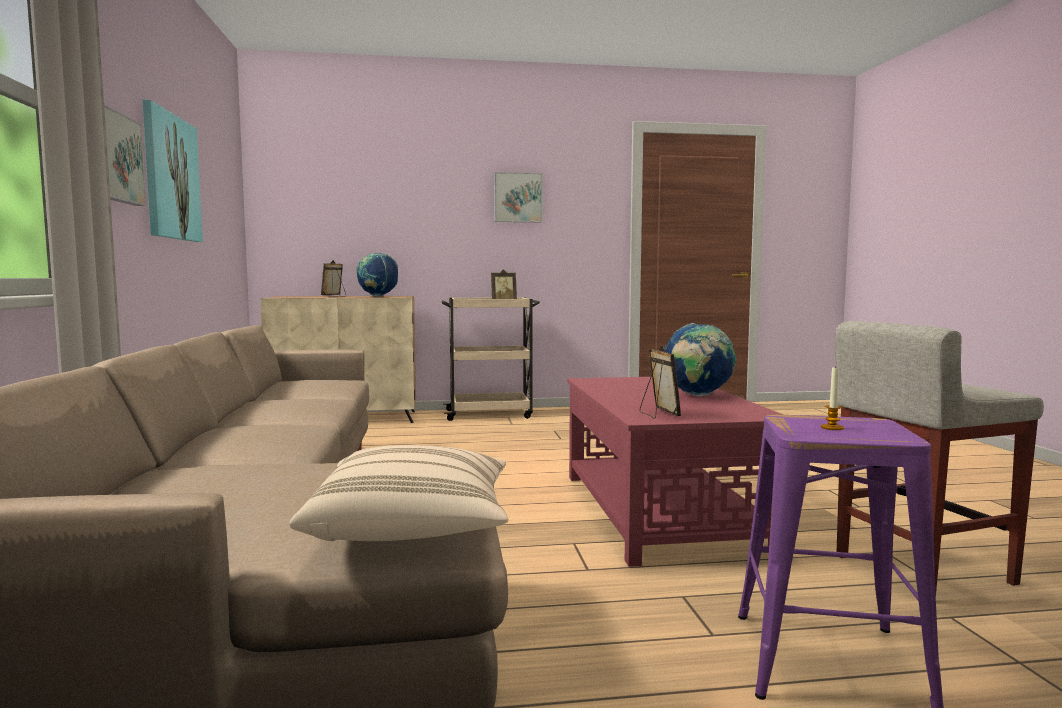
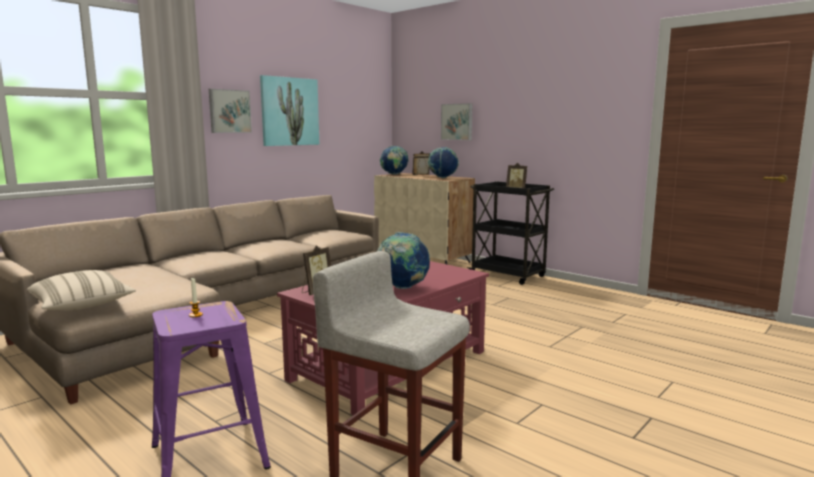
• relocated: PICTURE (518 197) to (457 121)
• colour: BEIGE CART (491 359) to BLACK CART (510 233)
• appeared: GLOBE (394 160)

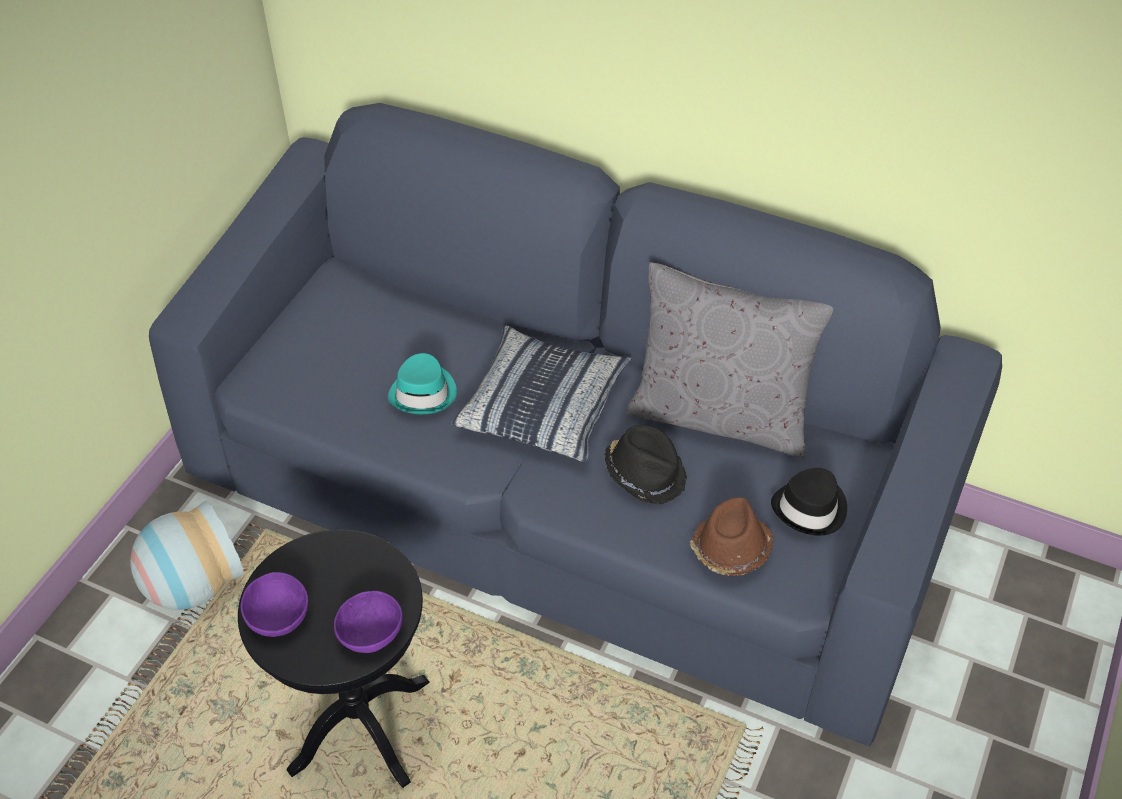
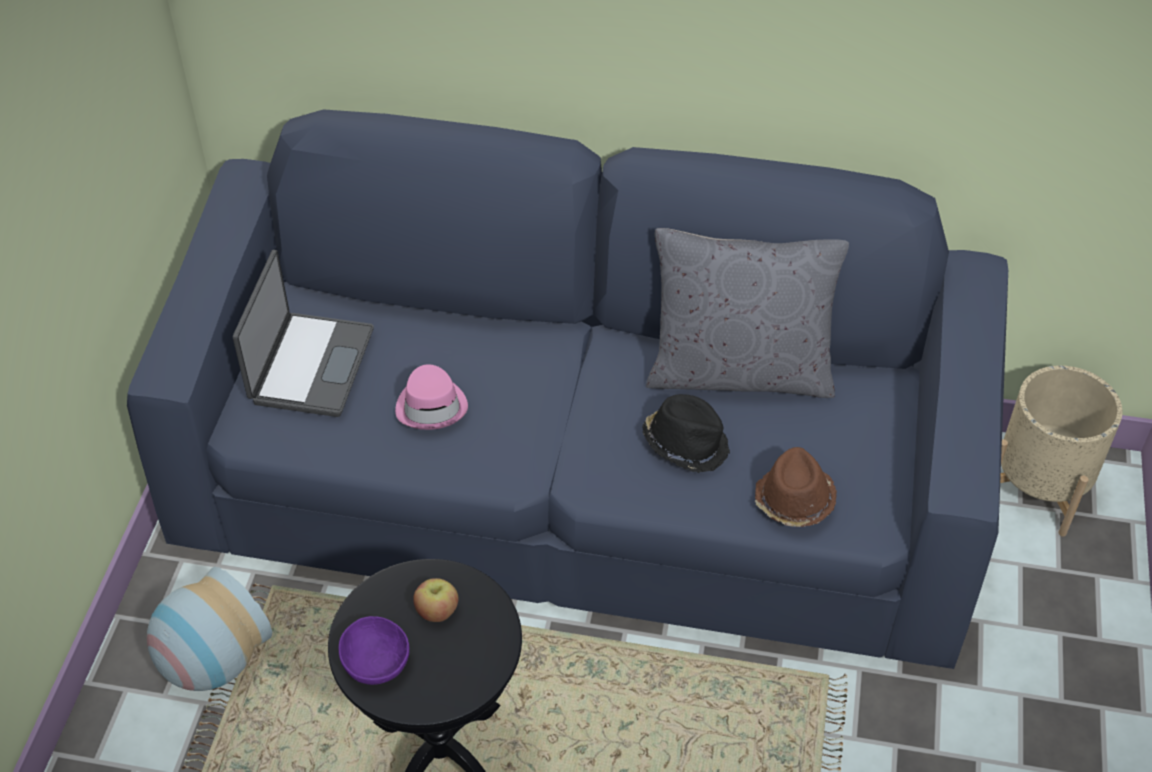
• missing: PILLOW (541 393)
• colour: TURQUOISE HAT (422 383) to PINK HAT (431 397)
• missing: BLACK HAT (809 502)
• missing: PURPLE BOWL (368 622)
• appeared: LAPTOP (303 333)
• appeared: BEIGE PLANTER (1061 451)
• appeared: APPLE (435 600)

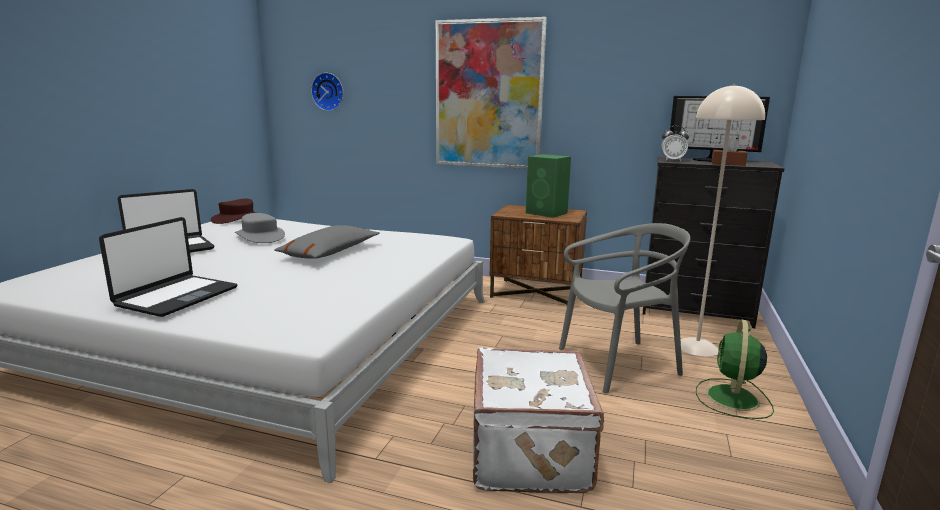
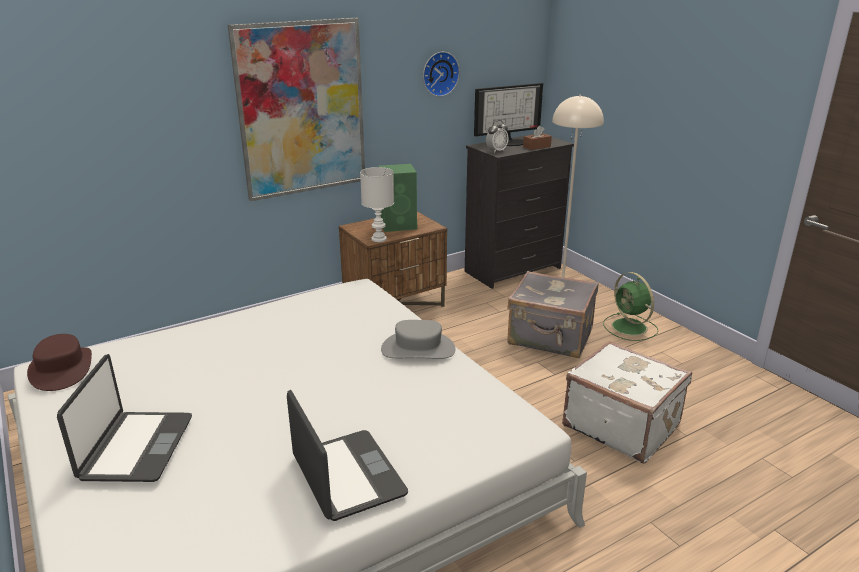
• relocated: WALL CLOCK (327 91) to (441 74)
• relocated: GREY HAT (260 228) to (418 339)
• exchanged: GREY CHAIR (624 308) to GREY SUITCASE (552 314)
• missing: GREY PILLOW (327 242)
• appeared: WHITE TABLE LAMP (377 204)

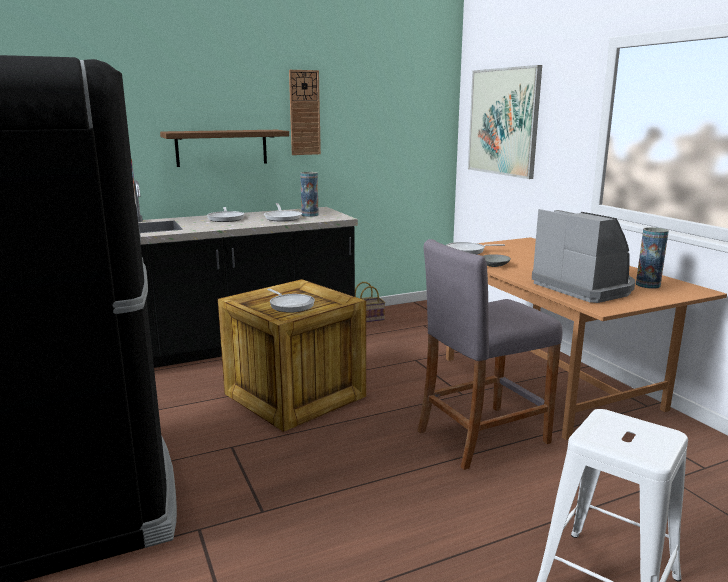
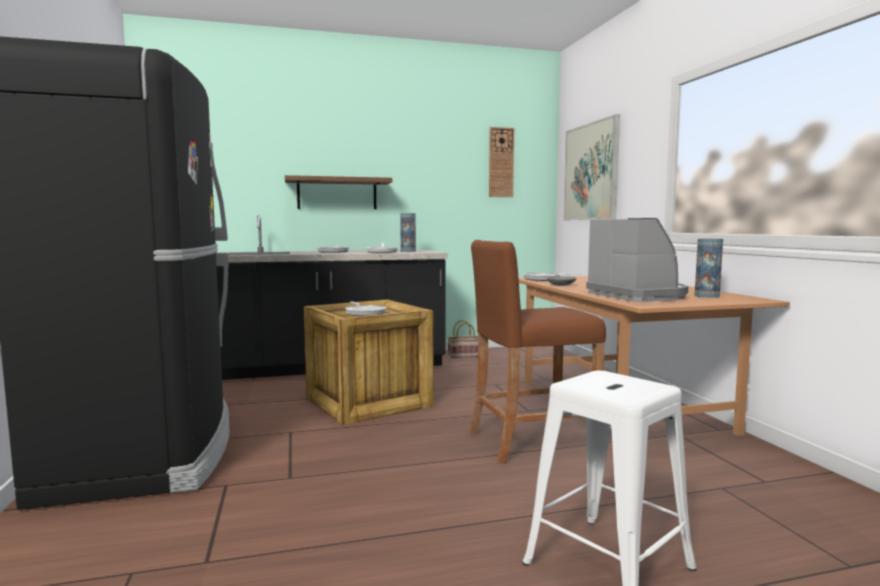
• relocated: WALL CLOCK (305 112) to (501 162)
• colour: GREY STOOL (490 354) to BROWN STOOL (537 352)

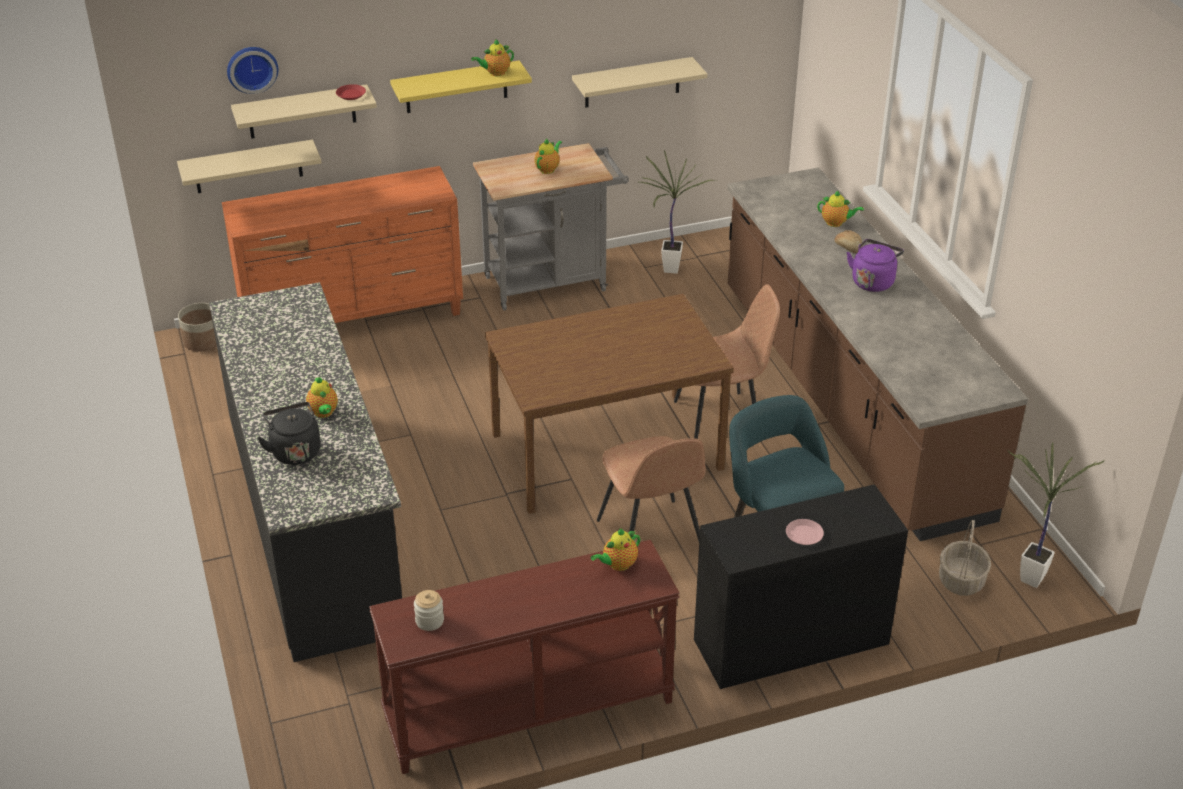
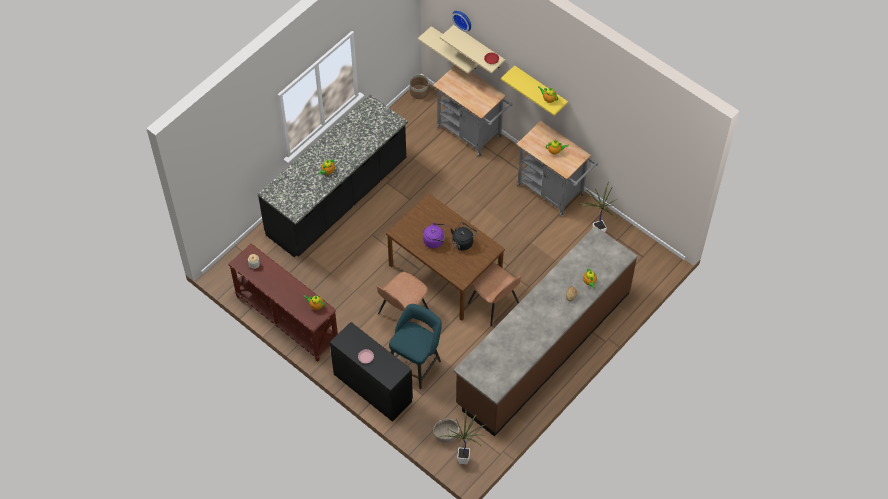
• missing: BEIGE SHELF (639 82)
• exchanged: ORANGE DRESSER (342 244) to GREY CART (473 111)
• relocated: PURPLE KETTLE (875 265) to (434 235)
• relocated: BLACK KETTLE (289 433) to (463 236)

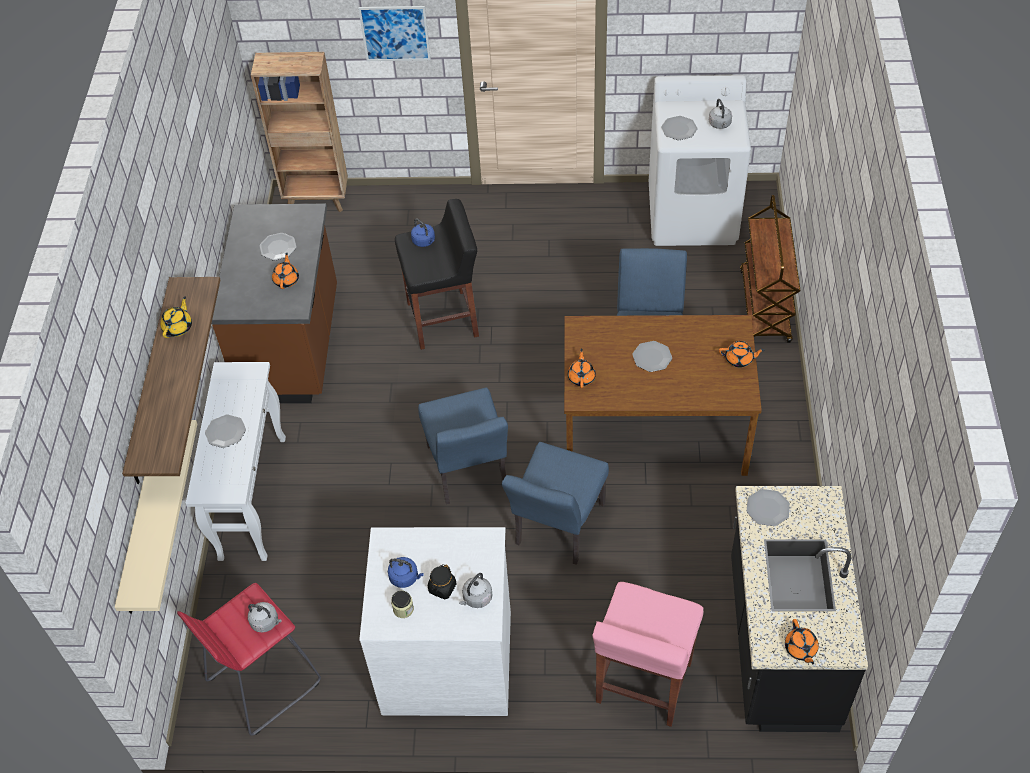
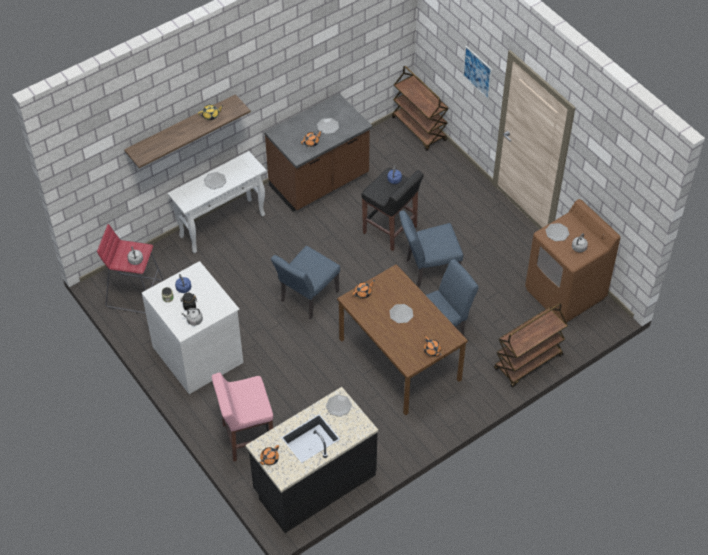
• exchanged: BROWN BOOKCASE (299 132) to BROWN CART (420 108)
• colour: WHITE WASHING MACHINE (700 160) to BROWN WASHING MACHINE (573 261)
• missing: BEIGE SHELF (156 517)
• relocated: BLUE CHAIR (555 503) to (431 249)

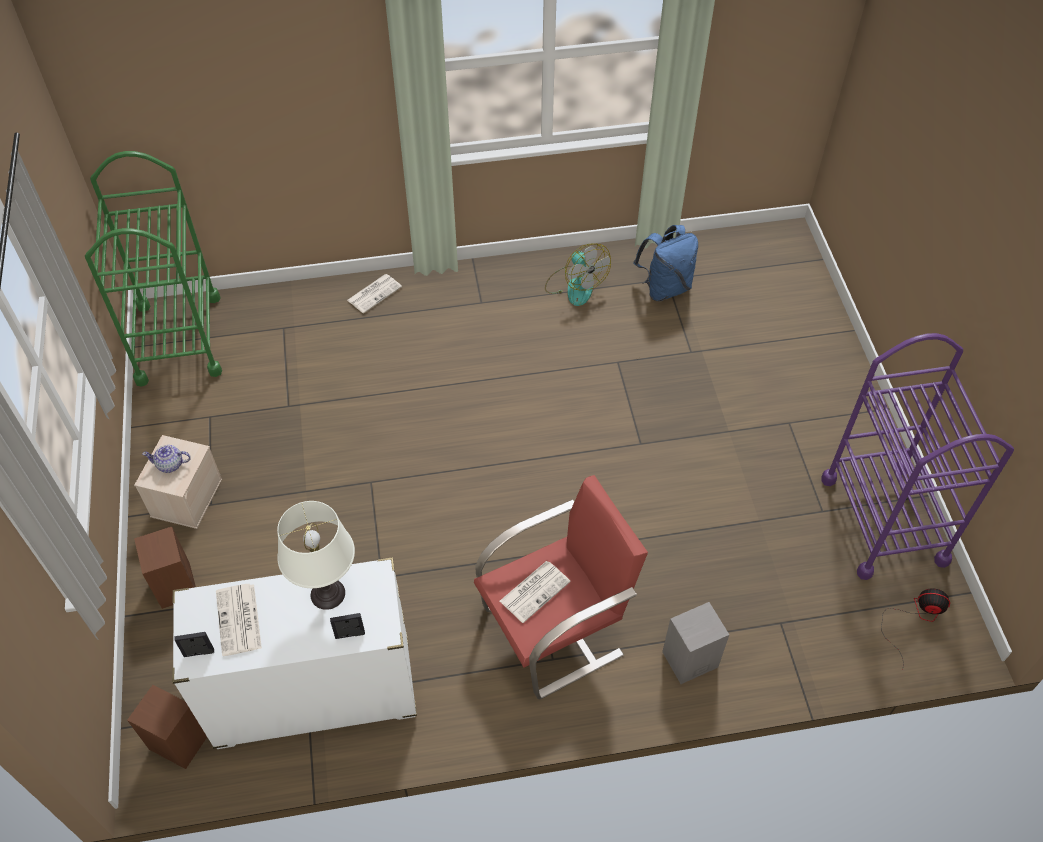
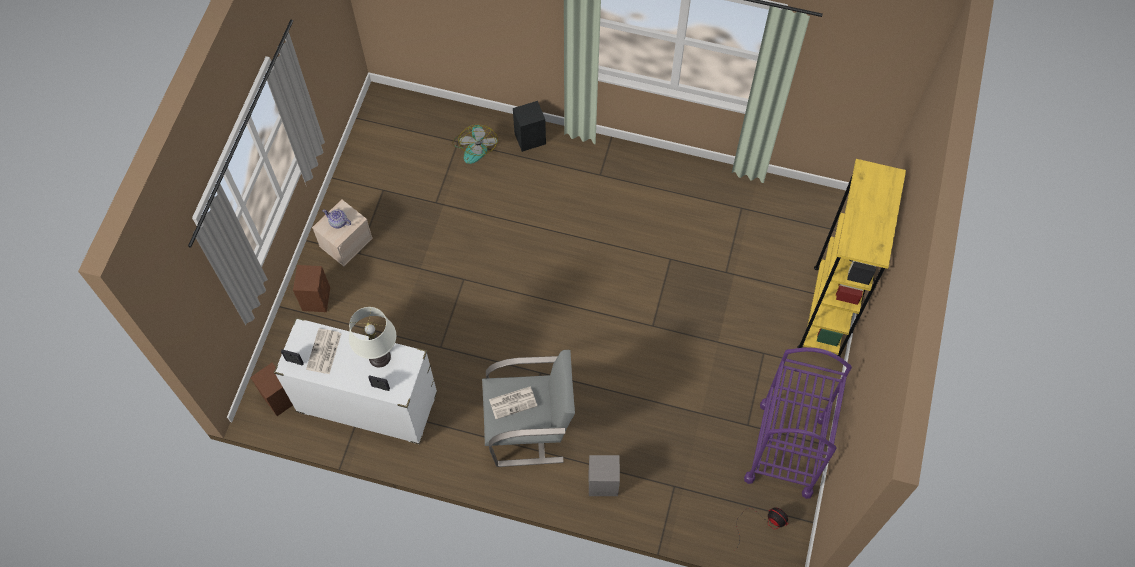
• missing: GREEN CART (153 269)
• missing: BLUE BACKPACK (665 263)
• relocated: FAN (578 274) to (475 144)
• exchanged: NEWSPAPER (374 293) to BLACK SPEAKER (529 126)
• colour: RED ARMCHAIR (561 587) to GREY ARMCHAIR (528 408)
• appeared: YELLOW BOOKCASE (851 258)

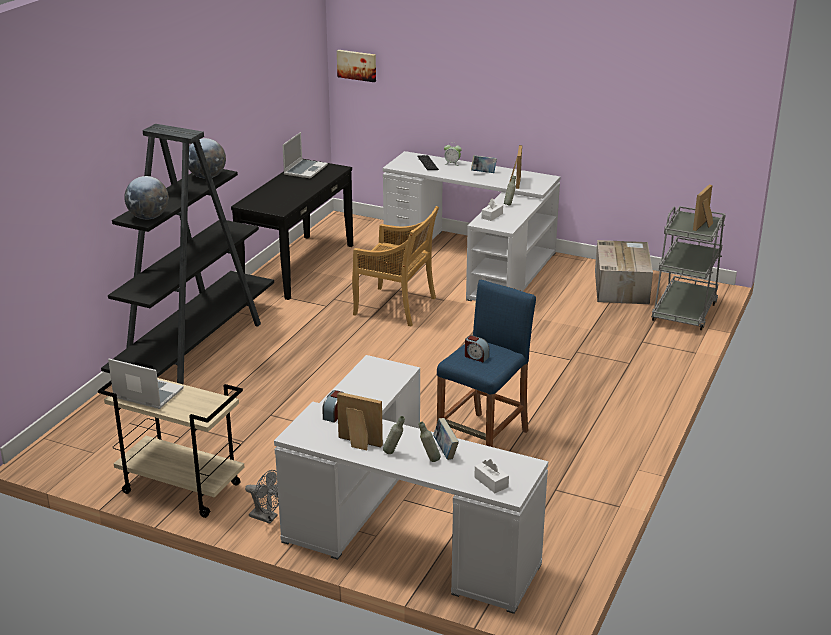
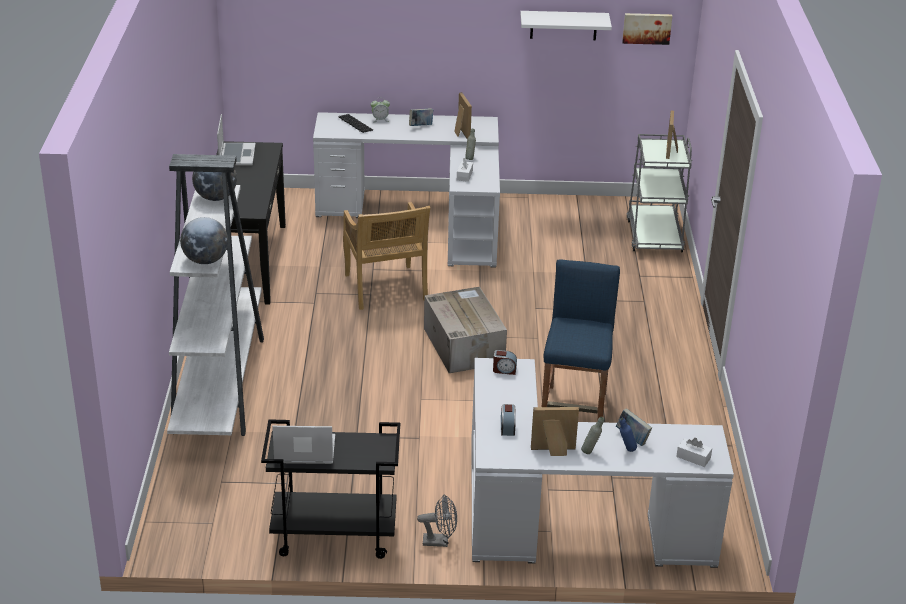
• relocated: PICTURE (356 66) to (647 29)
• colour: BLACK BOOKCASE (187 254) to WHITE BOOKCASE (215 295)
• spun: BEIGE CHAIR (395 266) = (386 256) 75 degrees clockwise
• relocated: CARDBOARD BOX (624 272) to (465 330)
• relocated: ALARM CLOCK (477 348) to (505 362)
• colour: BEIGE CART (171 439) to BLACK CART (330 489)
• colour: GREY BOTTLE (430 442) to BLUE BOTTLE (628 435)
• appeared: WHITE SHELF (566 25)

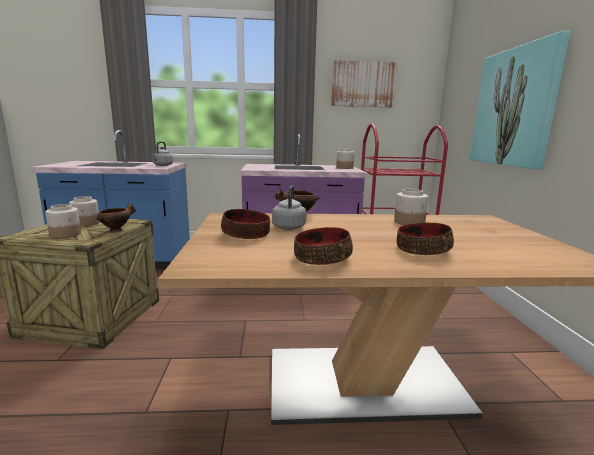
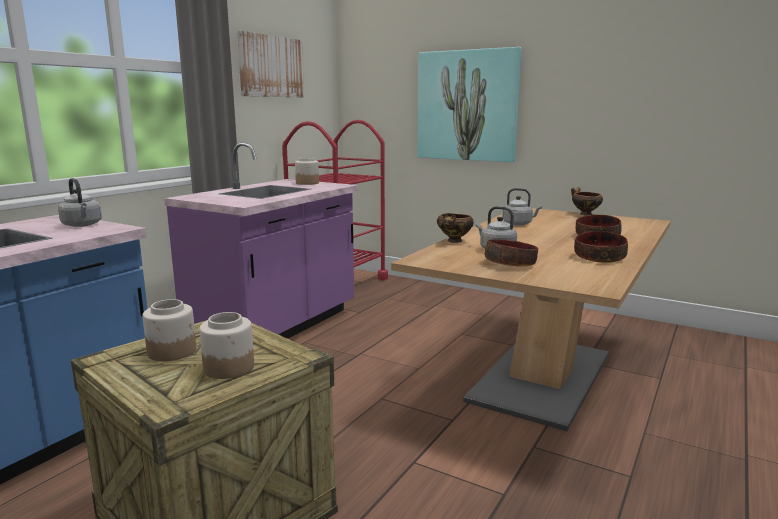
• exchanged: JAR (411 207) to GREY KETTLE (522 206)
• relocated: BOWL (116 218) to (587 201)

